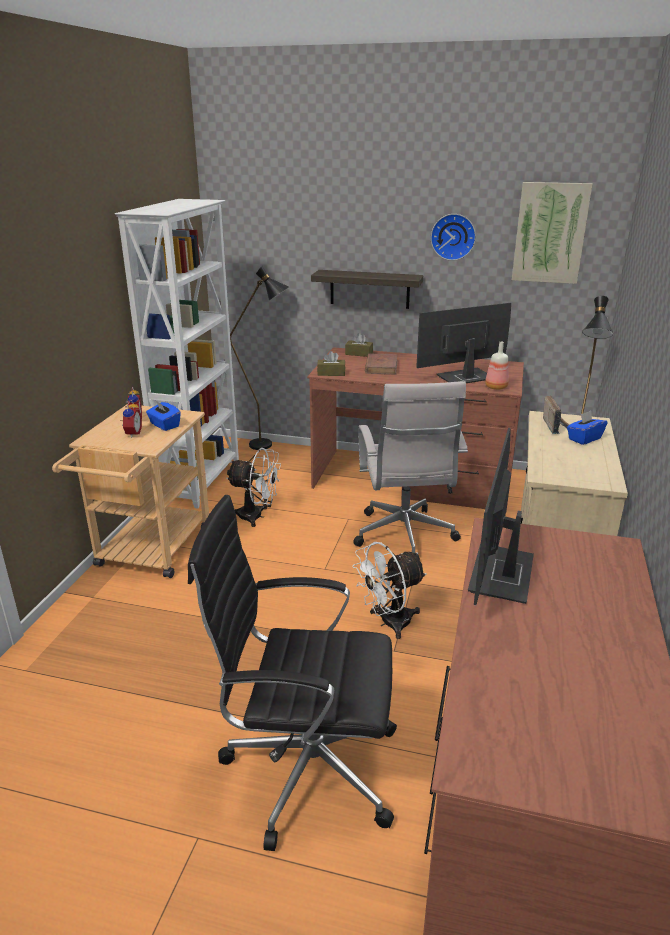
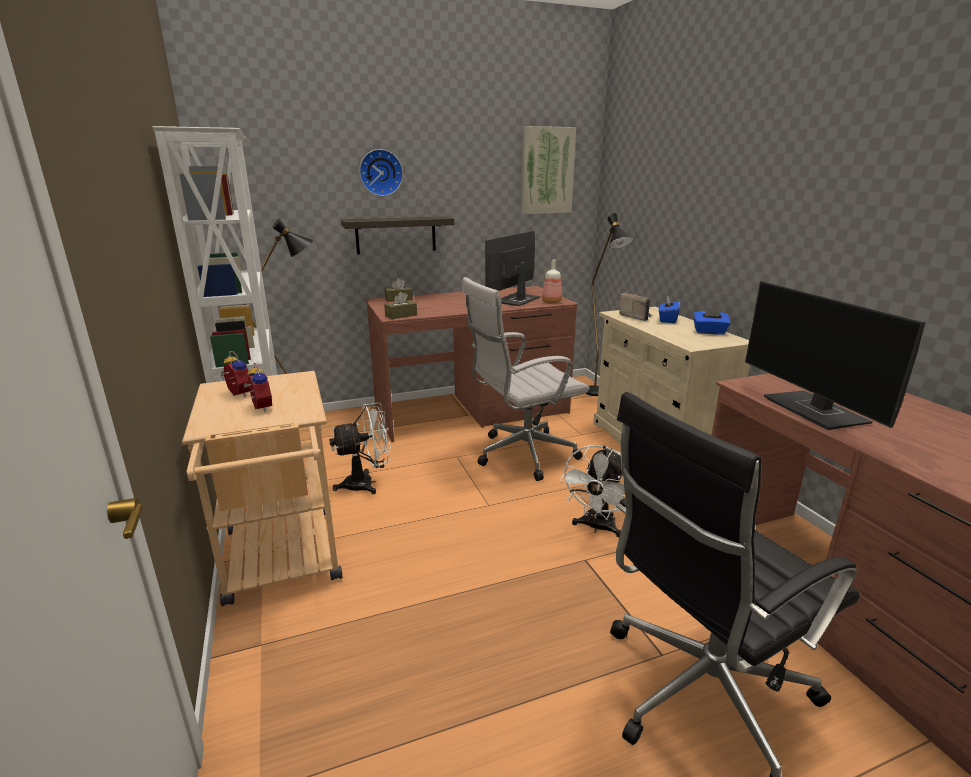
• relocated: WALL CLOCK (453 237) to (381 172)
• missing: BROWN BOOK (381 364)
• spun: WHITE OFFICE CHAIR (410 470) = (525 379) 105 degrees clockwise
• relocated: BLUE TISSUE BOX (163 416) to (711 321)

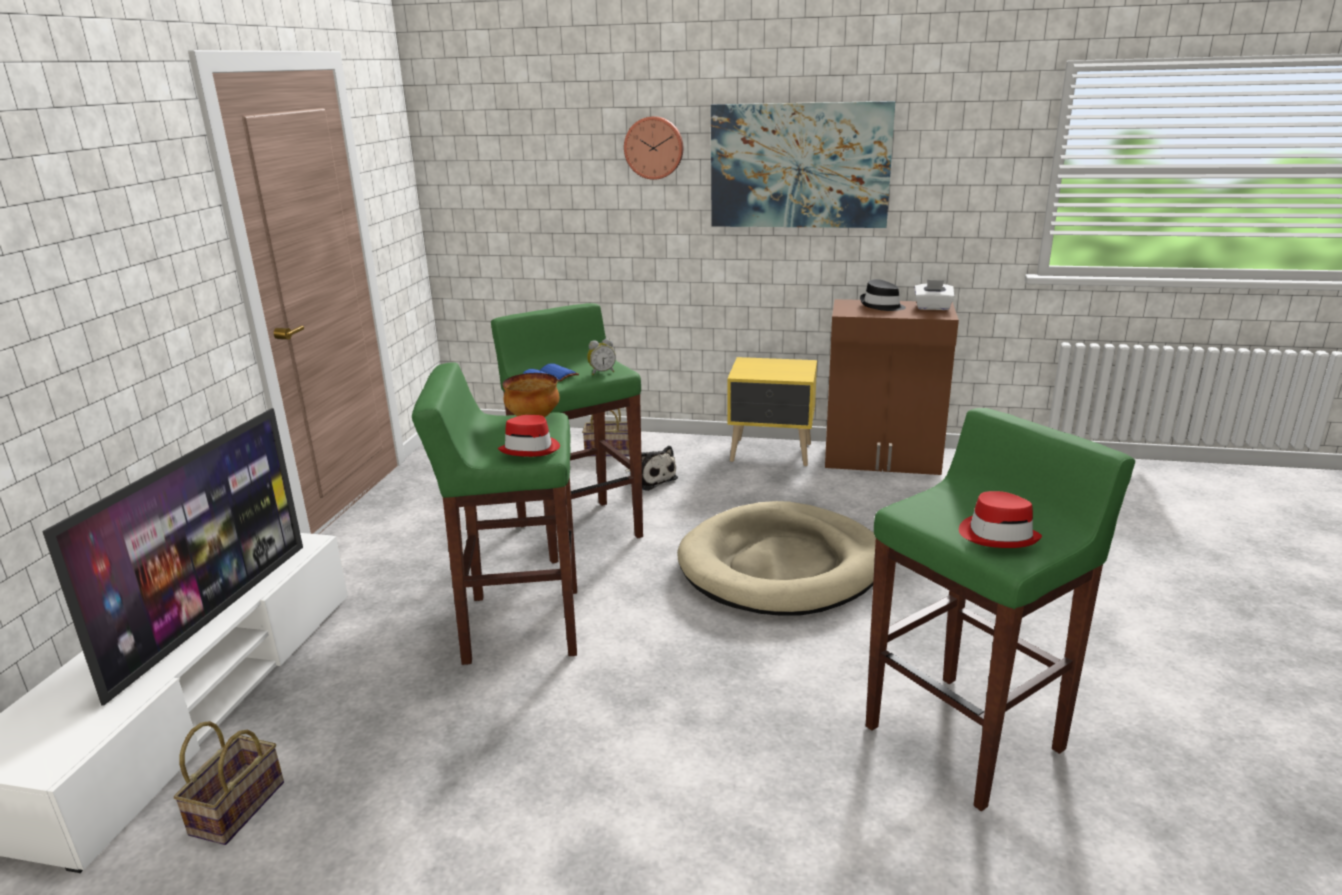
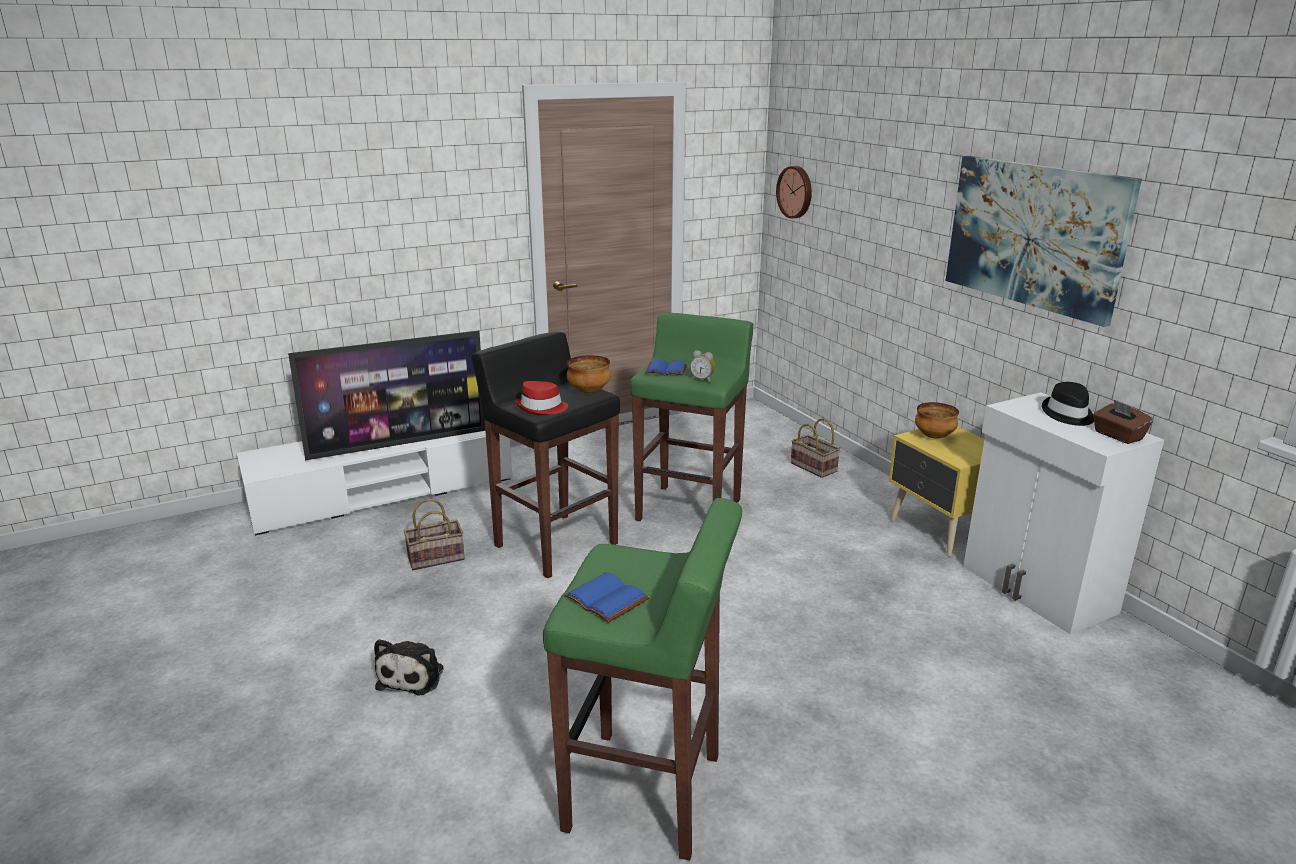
• relocated: WALL CLOCK (653 148) to (794 192)
• colour: WHITE TISSUE BOX (934 295) to BROWN TISSUE BOX (1123 422)
• colour: BROWN CABINET (892 387) to WHITE CABINET (1063 513)
• colour: GREEN STOOL (494 513) to BLACK STOOL (546 454)
• relocated: PLUSH TOY (651 468) to (409 667)
• exchanged: RED HAT (1000 519) to BLUE BOOK (606 597)
• missing: BEIGE DOG BED (776 558)
• relocated: BASKET (229 783) to (434 534)
• appeared: BOWL (937 420)

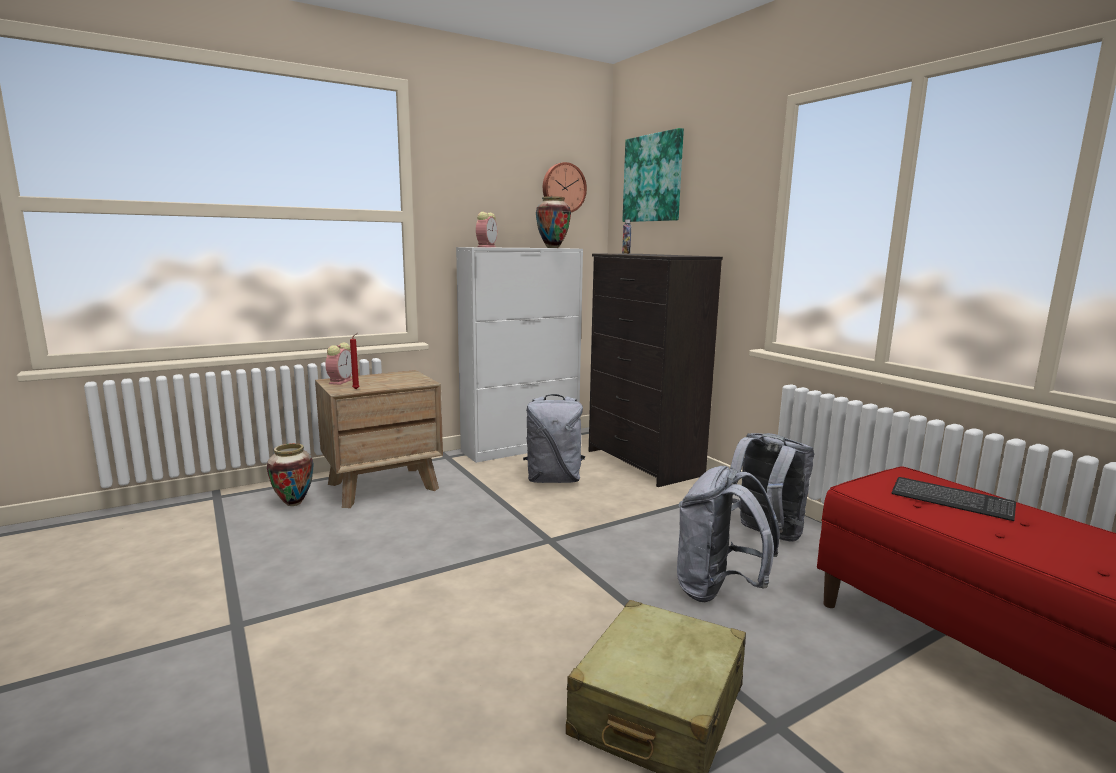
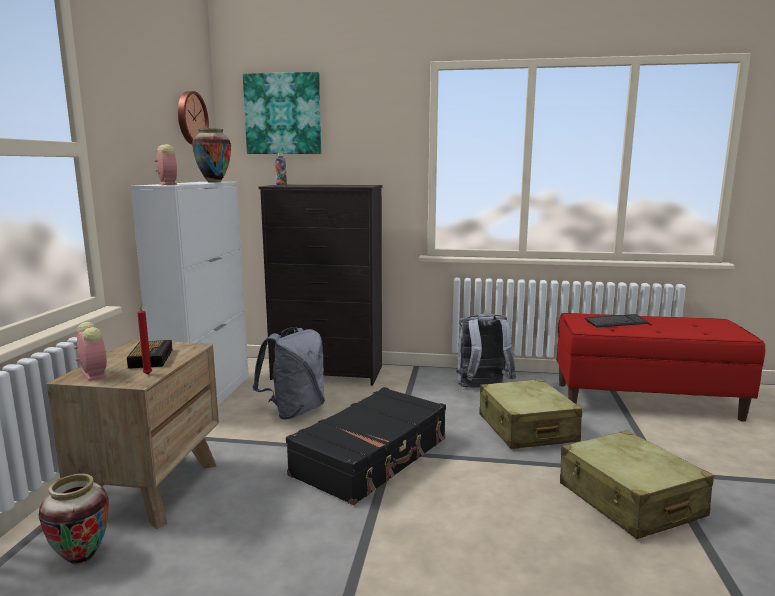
• exchanged: GREY BACKPACK (728 534) to BEIGE SUITCASE (531 414)
• appeared: ALARM CLOCK (150 354)
• appeared: BLACK SUITCASE (366 446)

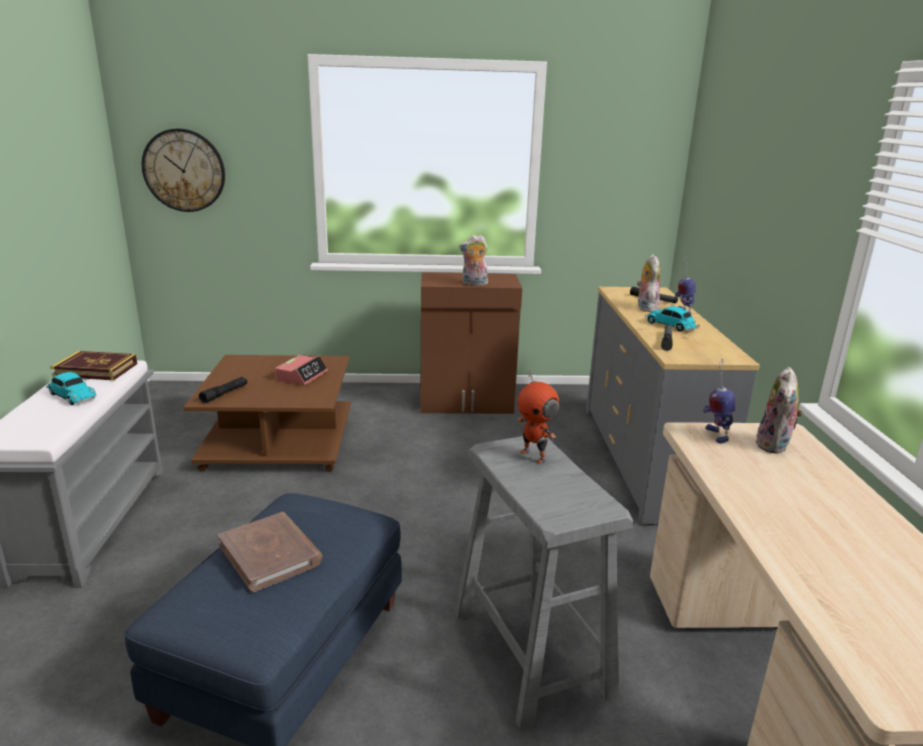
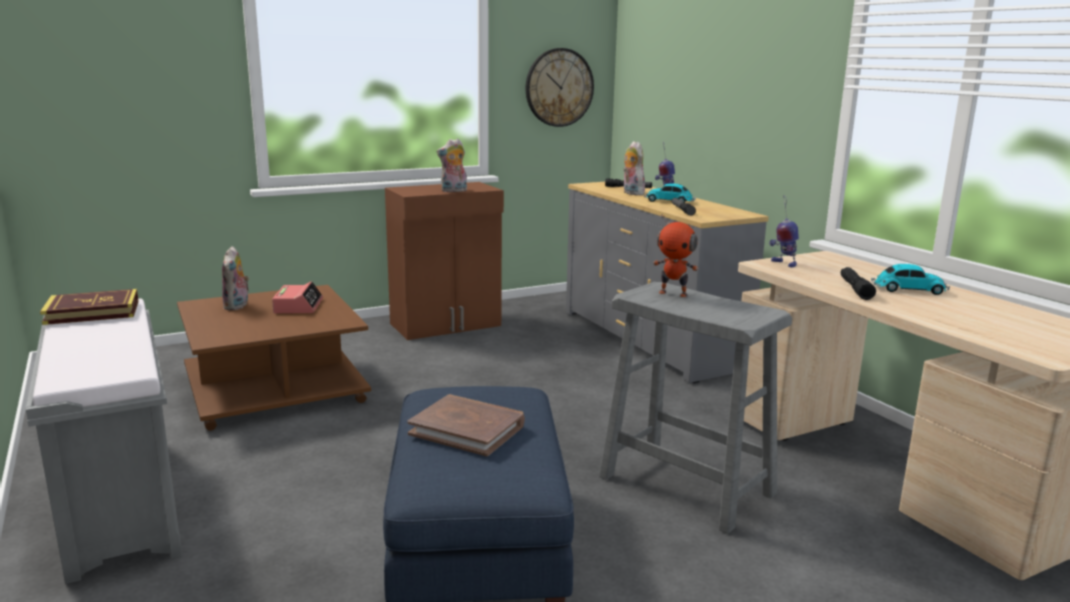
• relocated: WALL CLOCK (183 170) to (560 87)
• relocated: PLUSH TOY (779 410) to (235 278)
• relocated: TOY CAR (71 388) to (910 279)
• relocated: BLACK FLASHLIGHT (223 390) to (858 283)

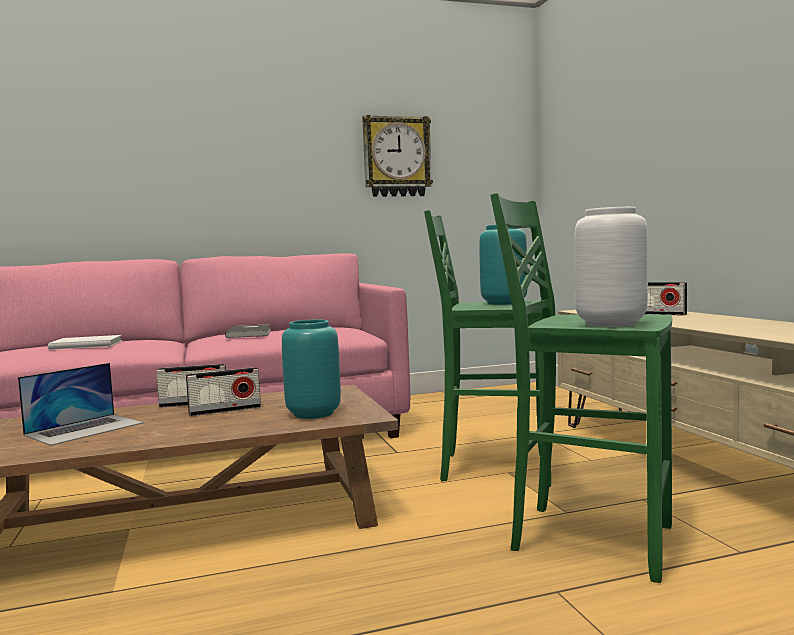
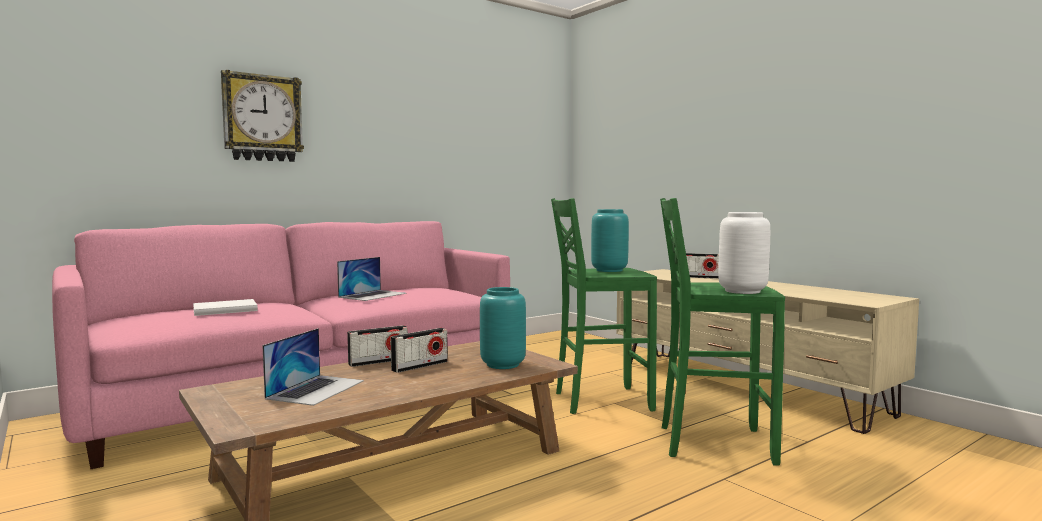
• relocated: WALL CLOCK (397 156) to (262 116)
• exchanged: GREY BOOK (248 331) to LAPTOP (372 279)

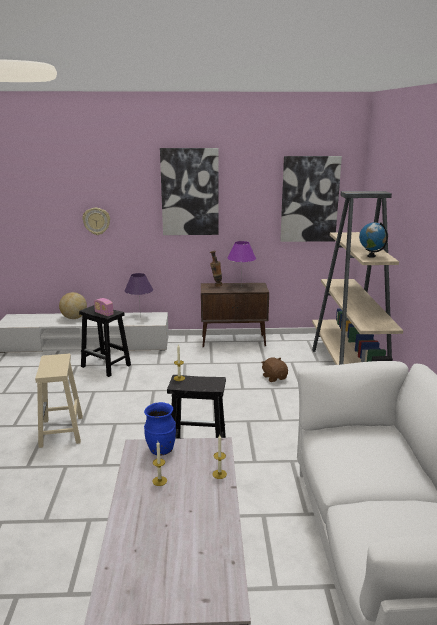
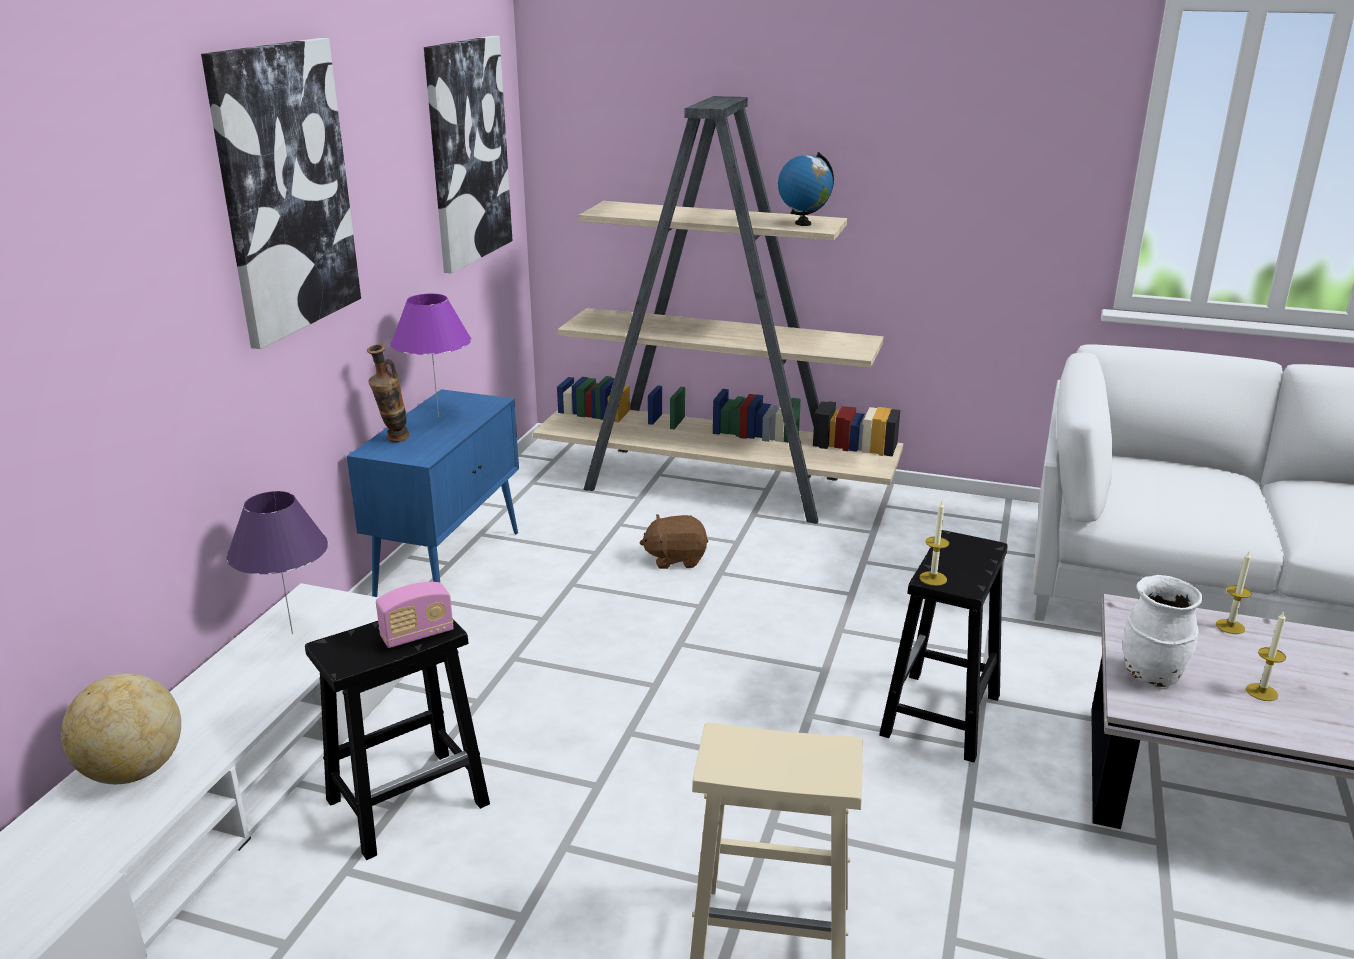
• missing: WALL CLOCK (96 221)
• colour: BROWN CABINET (235 315) to BLUE CABINET (433 493)
• colour: BLUE VASE (160 428) to WHITE VASE (1163 631)

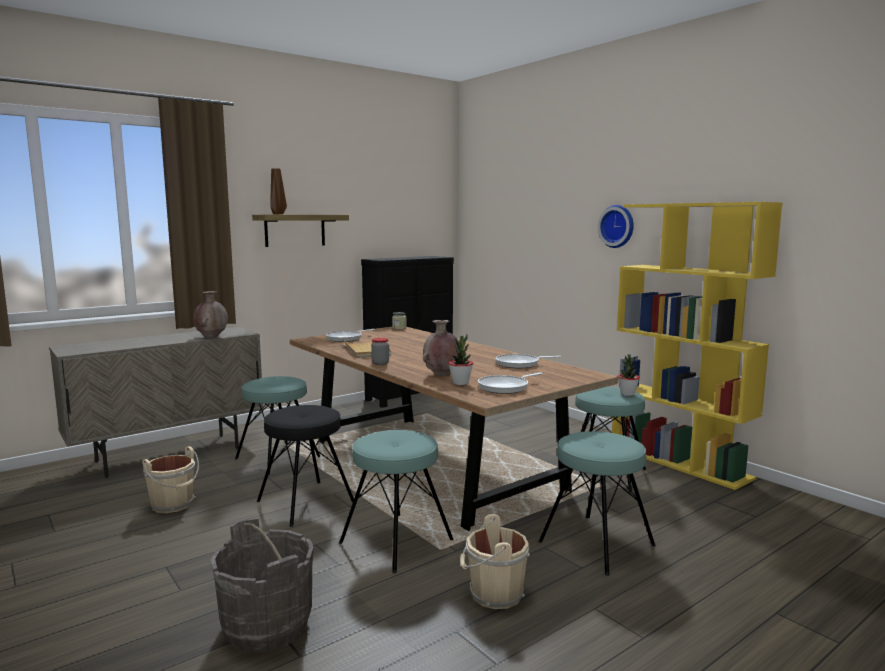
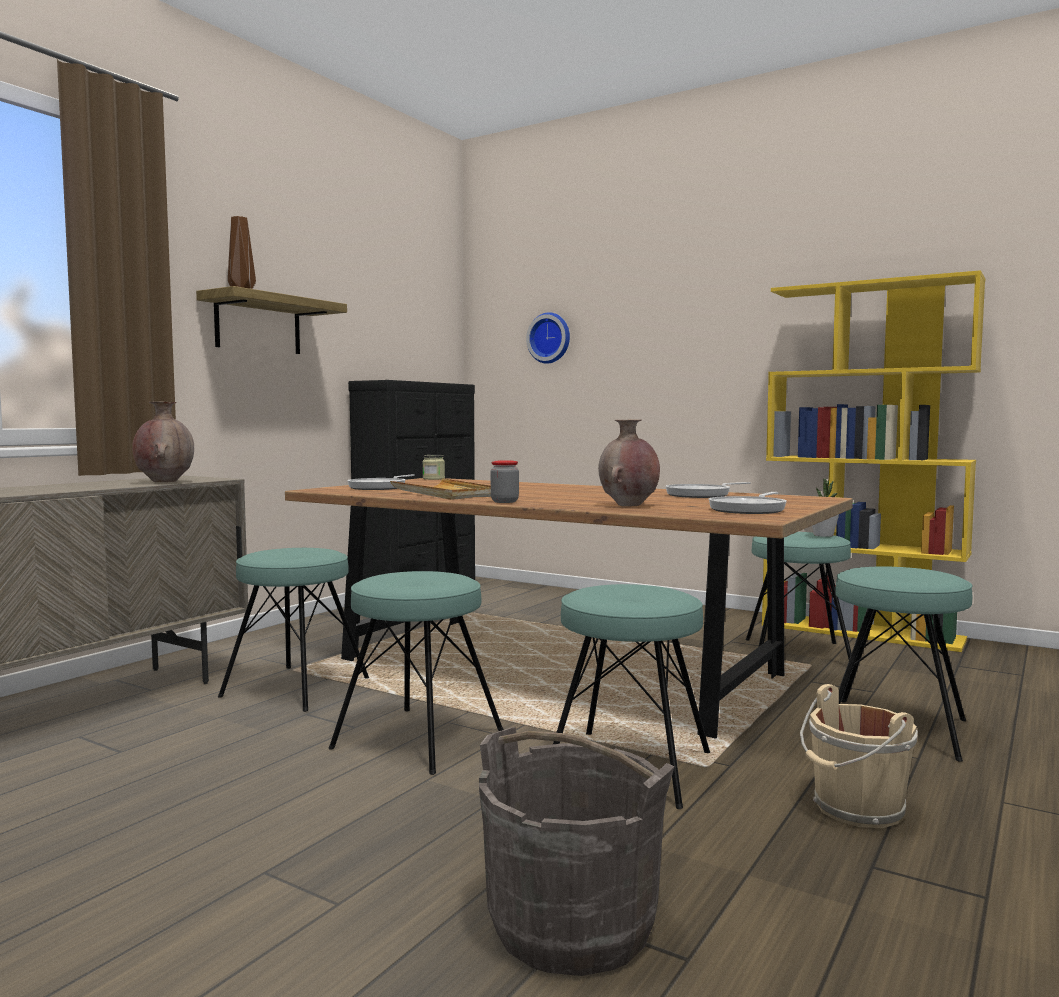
• relocated: WALL CLOCK (616 226) to (548 338)
• missing: POTTED PLANT (460 360)
• colour: BLACK STOOL (305 466) to TURQUOISE STOOL (416 673)
• missing: BEIGE BUCKET (170 479)

